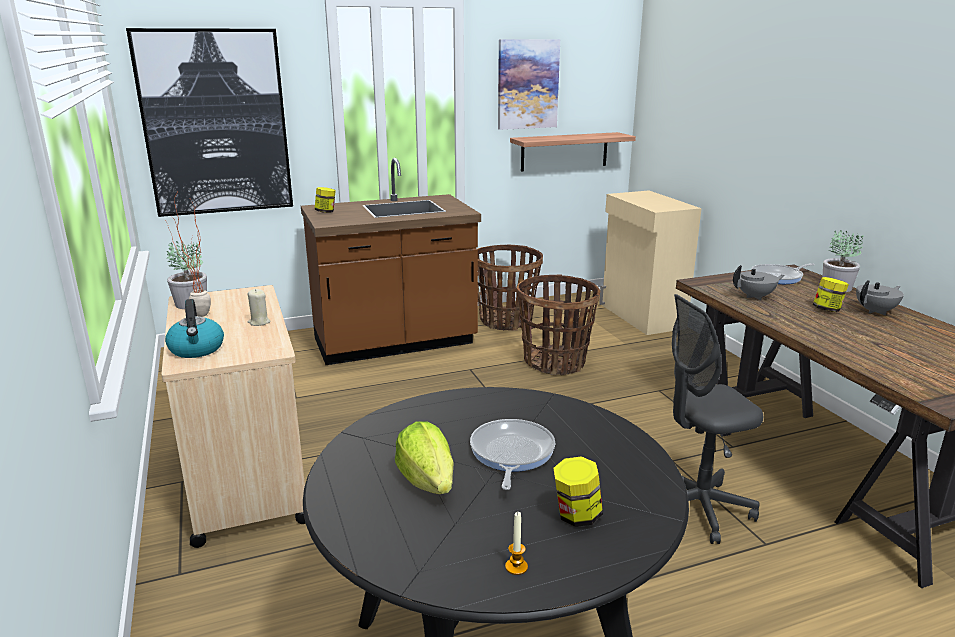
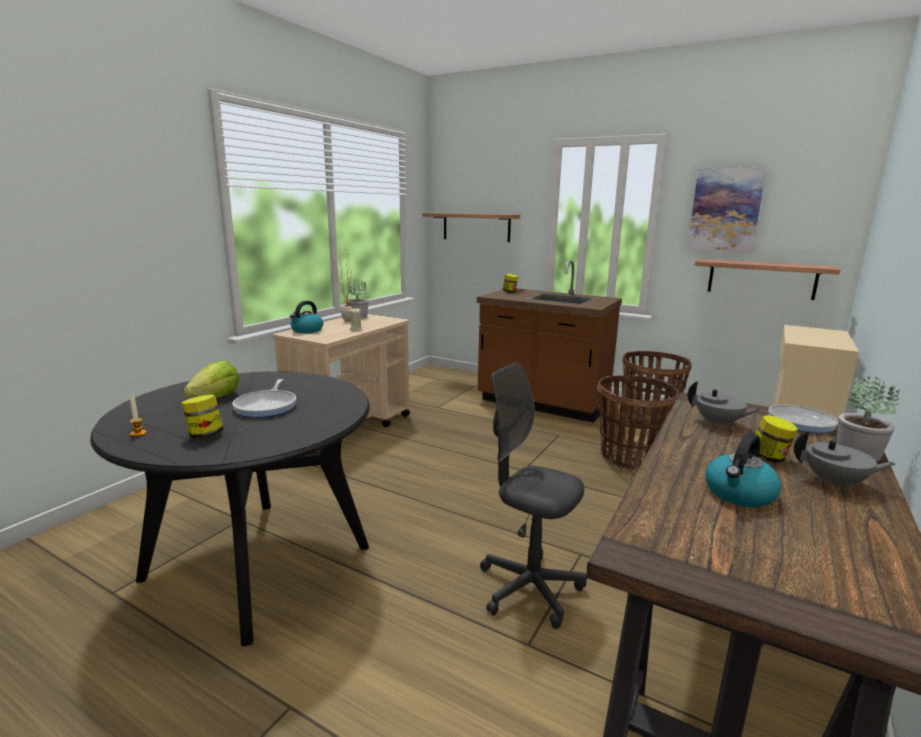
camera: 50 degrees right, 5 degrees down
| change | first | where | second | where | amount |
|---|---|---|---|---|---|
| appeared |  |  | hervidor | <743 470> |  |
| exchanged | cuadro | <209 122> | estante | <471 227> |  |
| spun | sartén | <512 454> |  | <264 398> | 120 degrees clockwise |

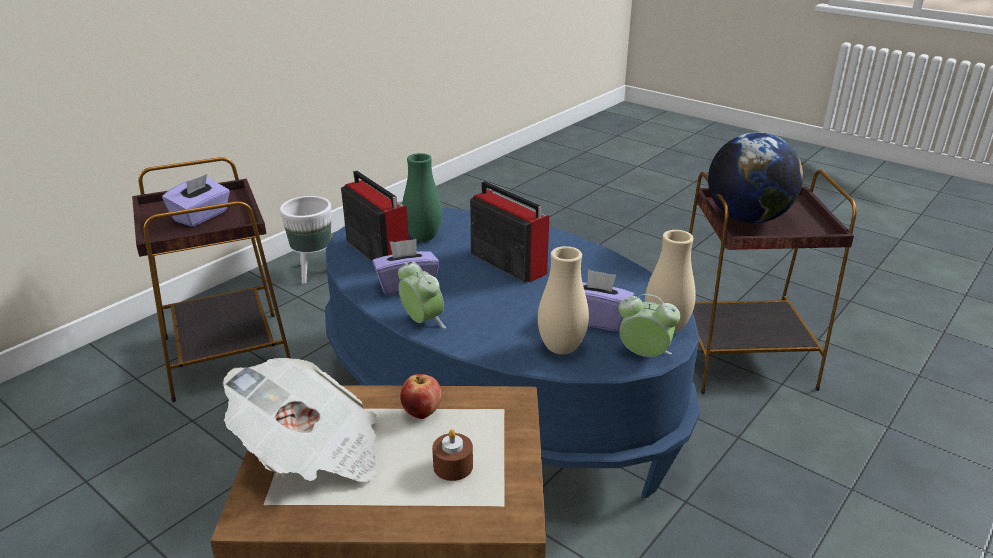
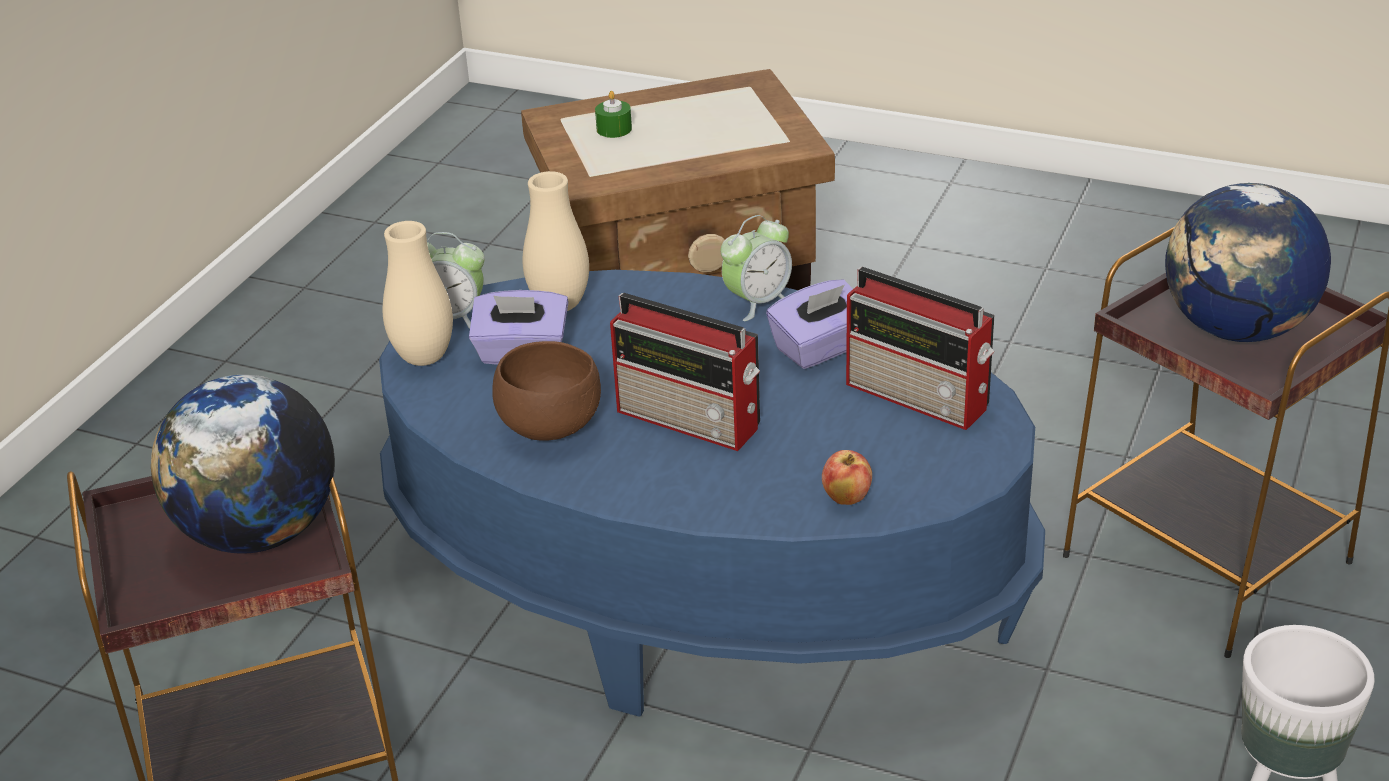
camera: 165 degrees right, 5 degrees up
| change | first | where | second | where | amount |
|---|---|---|---|---|---|
| missing | periódico | <300 420> |  |  |  |
| missing | florero (verde) | <422 197> |  |  |  |
| appeared |  |  | cuenco (marrón) | <546 391> |  |
| relocated | manzana | <420 396> |  | <847 477> |  |
| exchanged | caja de pañuelos (morado) | <196 200> | globo terráqueo | <1248 262> |  |
| colour | vela (marrón) | <452 455> | vela (verde) | <613 114> |  |
| spun | despertador | <422 295> |  | <756 268> | 75 degrees counterclockwise |

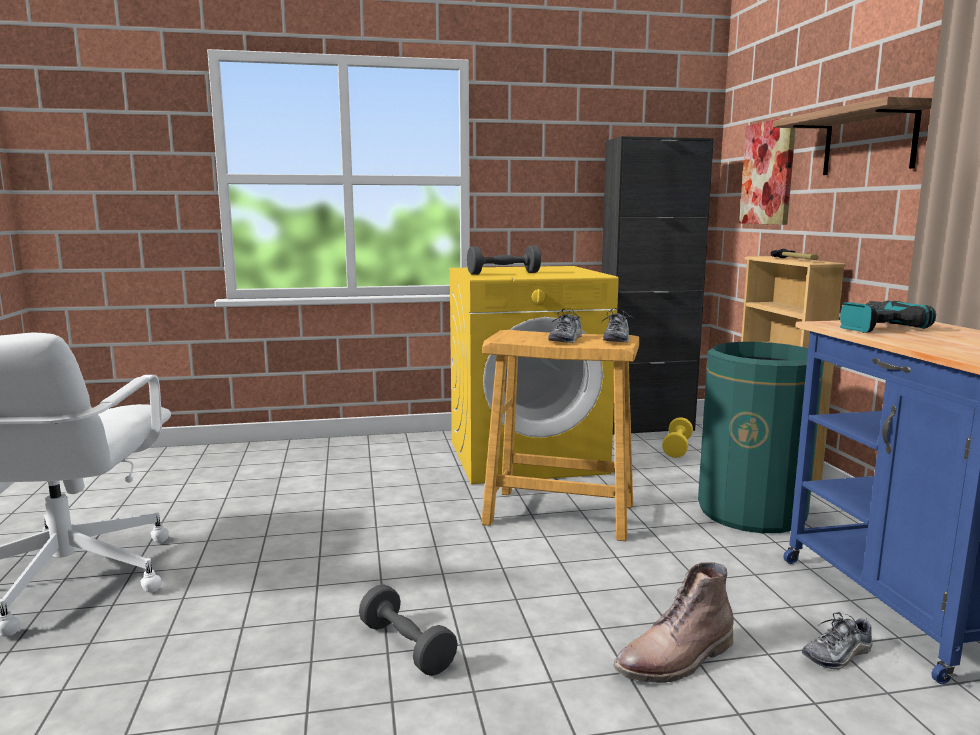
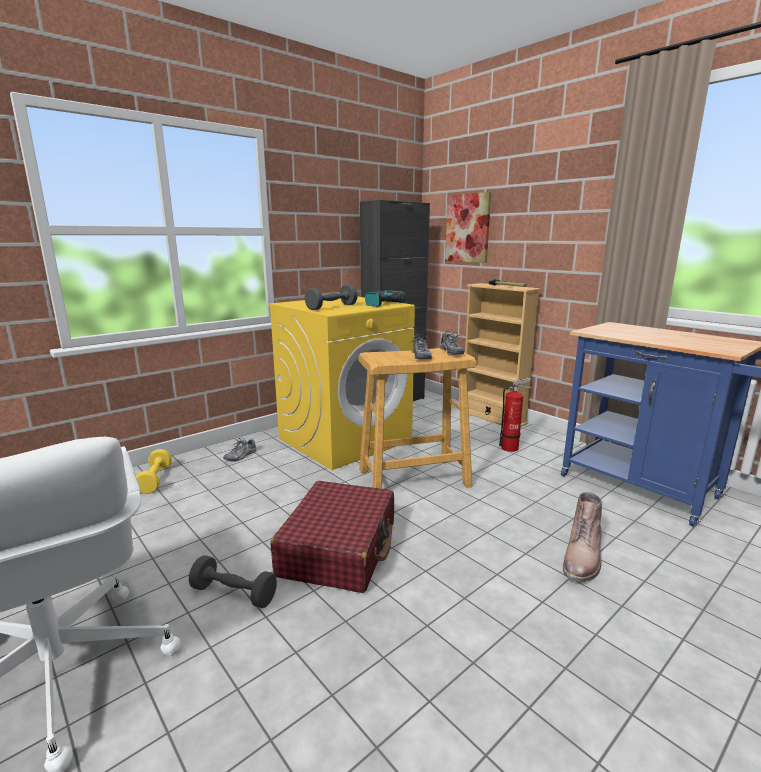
camera: 30 degrees left, 5 degrees up
| change | first | where | second | where | amount |
|---|---|---|---|---|---|
| missing | estante | <852 135> |  |  |  |
| appeared |  |  | maleta (rojo) | <332 537> |  |
| relocated | mancuerna (gris) | <408 630> |  | <233 582> |  |
| relocated | mancuerna (amarillo) | <677 437> |  | <154 471> |  |
| relocated | zapato | <837 641> |  | <239 450> |  |
| relocated | taladro | <888 317> |  | <385 298> |  |
| exchanged | papelera (verde) | <761 437> | extintor | <515 415> |  |

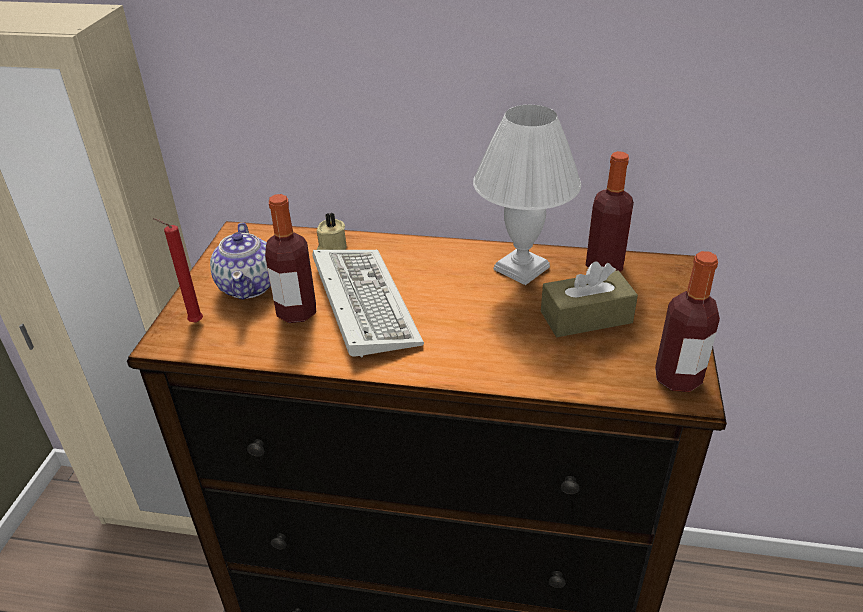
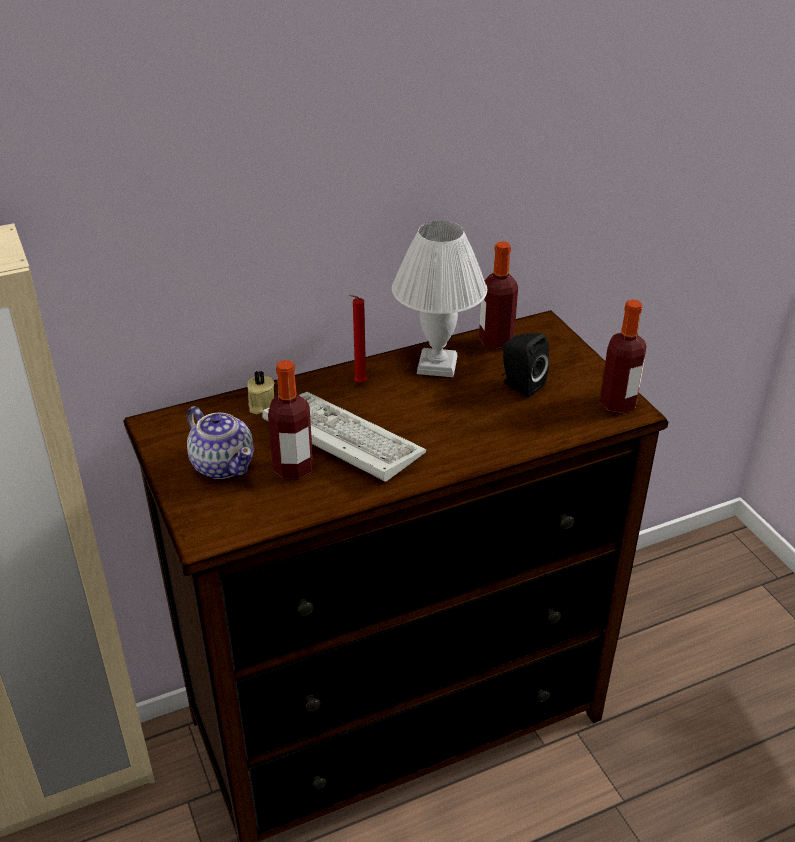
camera: 35 degrees left, 0 degrees up
| change | first | where | second | where | amount |
|---|---|---|---|---|---|
| relocated | vela (rojo) | <178 270> |  | <358 339> |  |
| exchanged | caja de pañuelos (marrón) | <589 299> | altavoz (negro) | <525 365> |  |

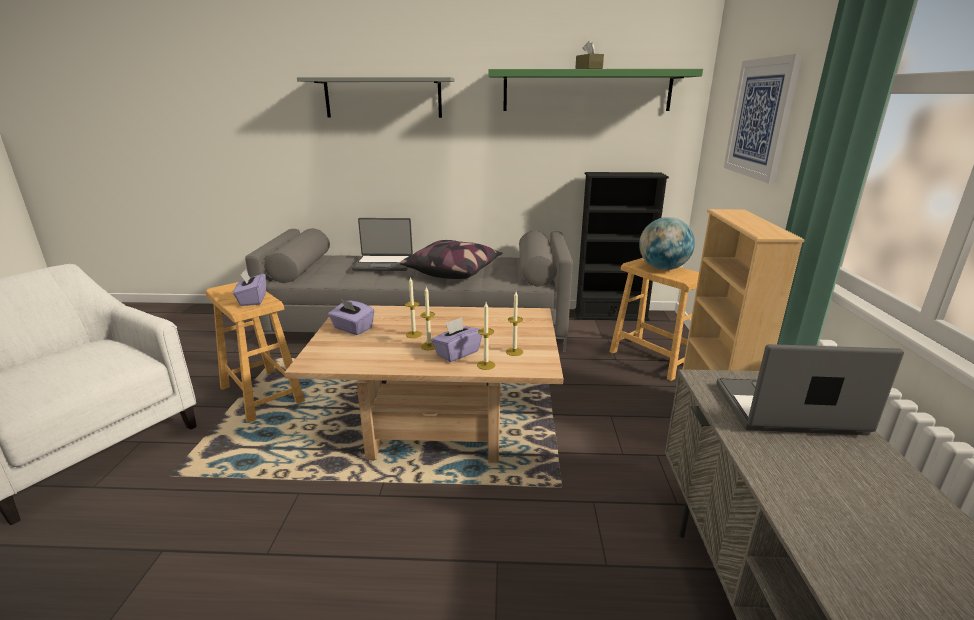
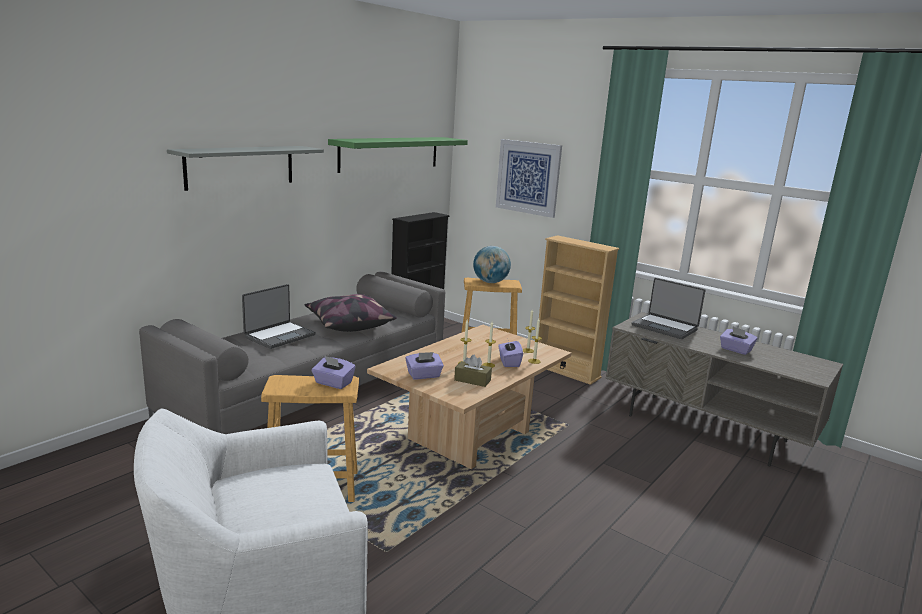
camera: 55 degrees left, 5 degrees down
| change | first | where | second | where | amount |
|---|---|---|---|---|---|
| appeared |  |  | caja de pañuelos (morado) | <739 341> |  |
| relocated | caja de pañuelos (marrón) | <589 55> |  | <473 371> |  |
| spun | portátil | <810 389> |  | <668 308> | 90 degrees counterclockwise |

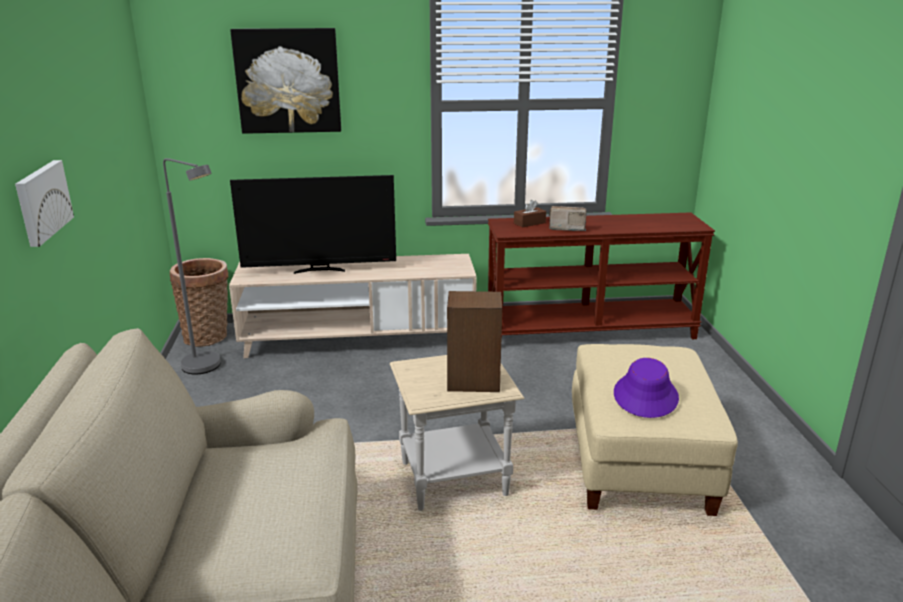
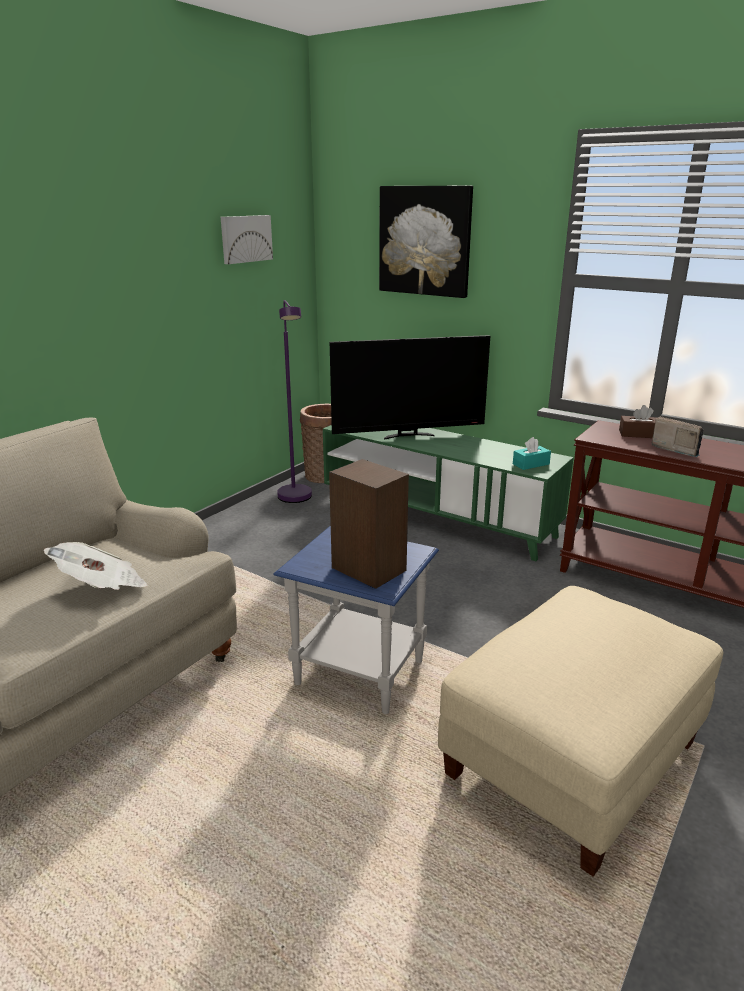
camera: 40 degrees right, 0 degrees up
| change | first | where | second | where | amount |
|---|---|---|---|---|---|
| missing | sombrero (morado) | <646 388> |  |  |  |
| appeared |  |  | periódico | <96 566> |  |
| appeared |  |  | caja de pañuelos (turquesa) | <532 453> |  |
| relocated | cuadro | <44 203> |  | <247 239> |  |
| colour | lámpara de pie (gris) | <192 266> | lámpara de pie (morado) | <294 401> |  |
| colour | mueble de televisión (beis) | <353 306> | mueble de televisión (verde) | <448 493> |  |
| colour | mesa auxiliar (beis) | <457 433> | mesa auxiliar (azul) | <356 619> |  |
| spun | televisor | <313 224> |  | <410 387> | 45 degrees counterclockwise |

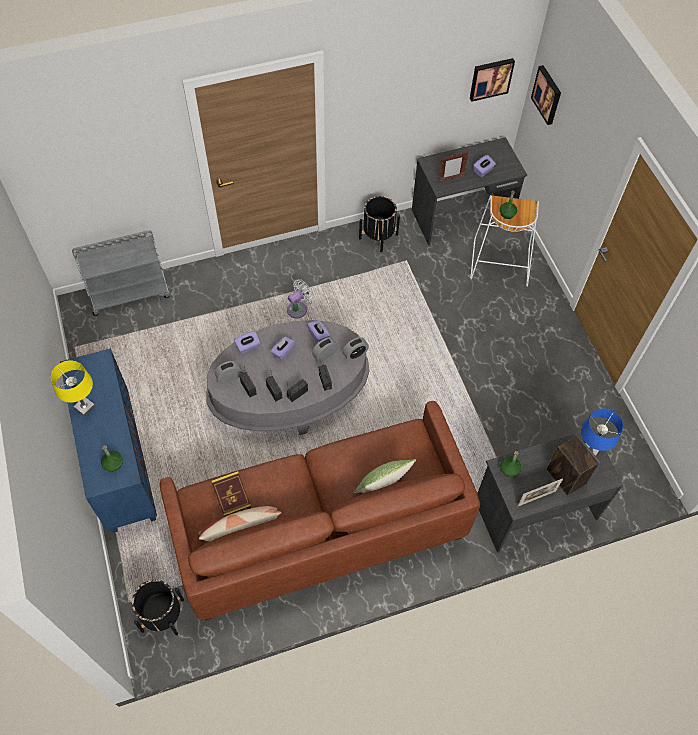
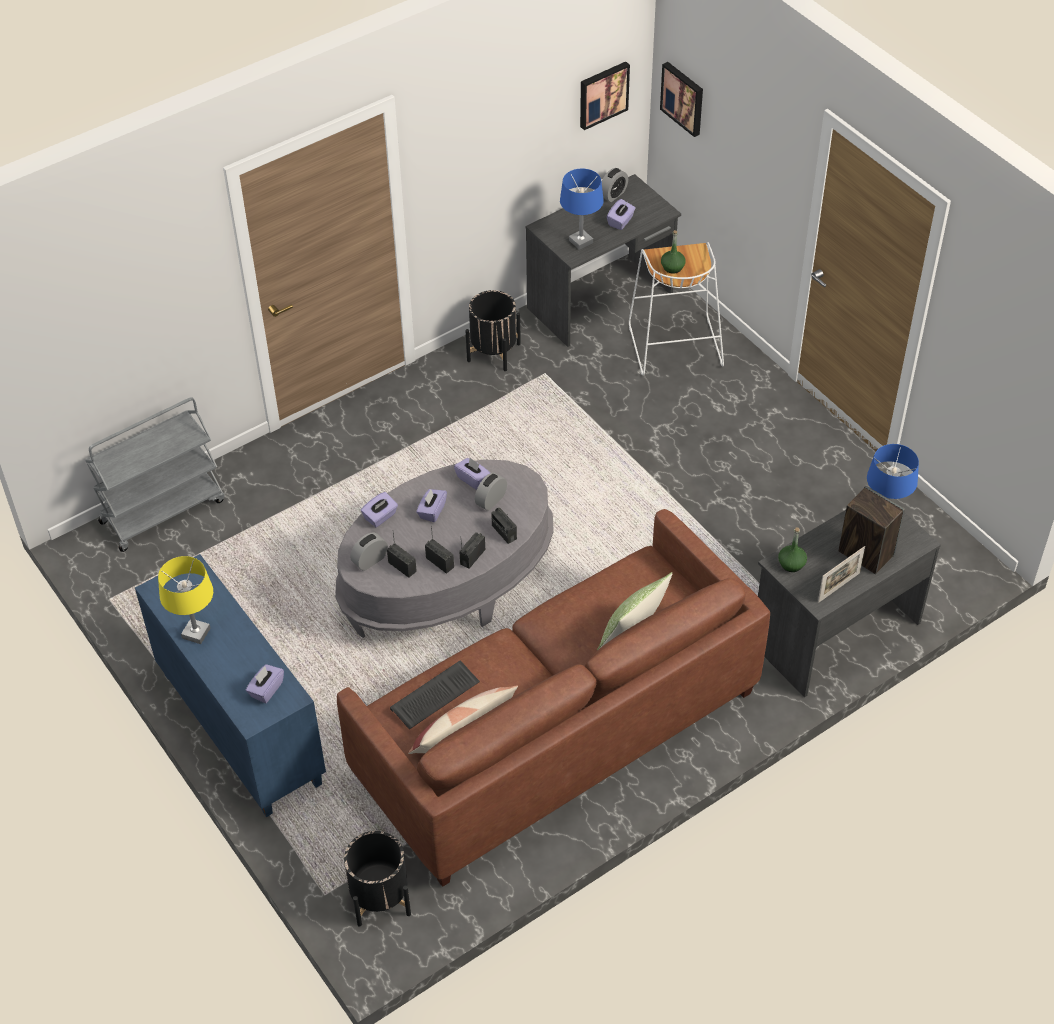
camera: 15 degrees left, 10 degrees down
| change | first | where | second | where | amount |
|---|---|---|---|---|---|
| missing | ventilador (blanco) | <300 299> |  |  |  |
| relocated | despertador | <355 349> |  | <614 185> |  |
| exchanged | botella (verde) | <112 458> | caja de pañuelos (morado) | <265 683> |  |
| exchanged | libro | <231 494> | teclado | <435 694> |  |
| exchanged | portarretratos | <453 166> | lámpara de mesa (azul) | <582 209> |  |

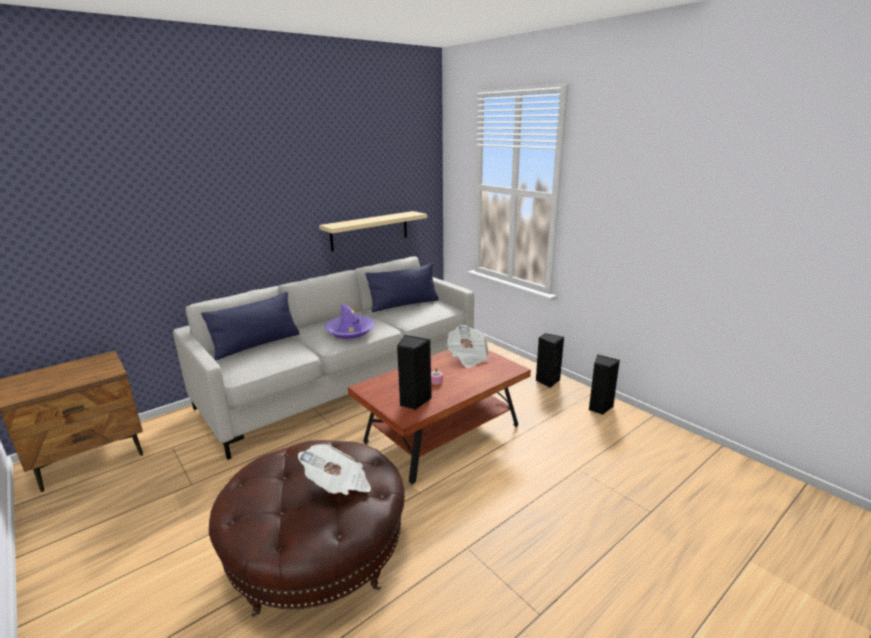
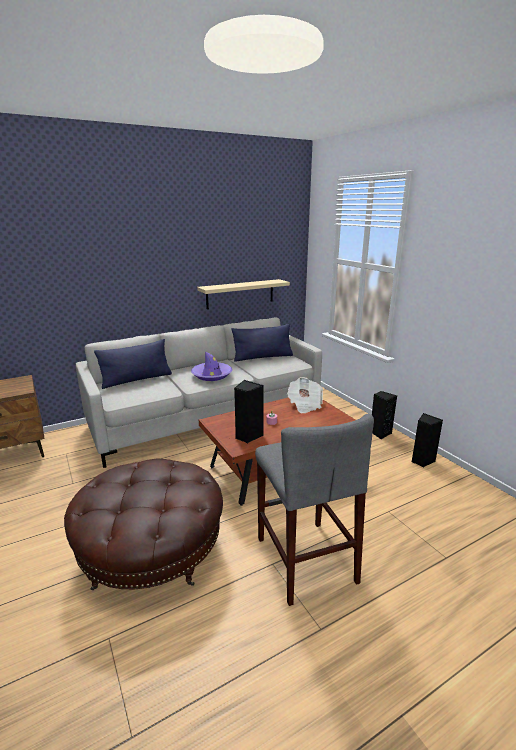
camera: 10 degrees right, 0 degrees up
| change | first | where | second | where | amount |
|---|---|---|---|---|---|
| missing | periódico | <335 469> |  |  |  |
| appeared |  |  | taburete (gris) | <314 510> |  |

